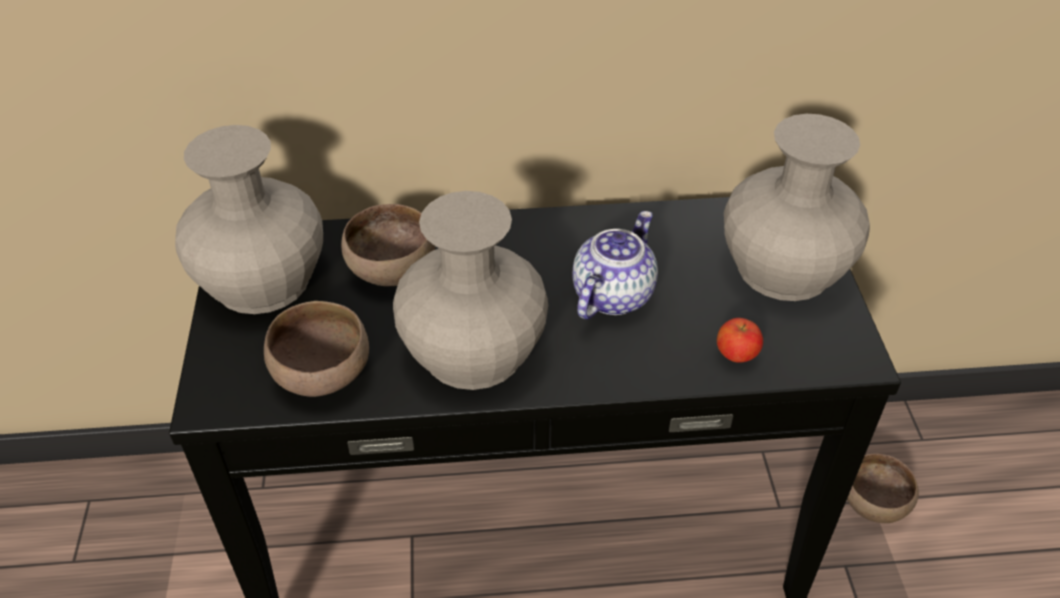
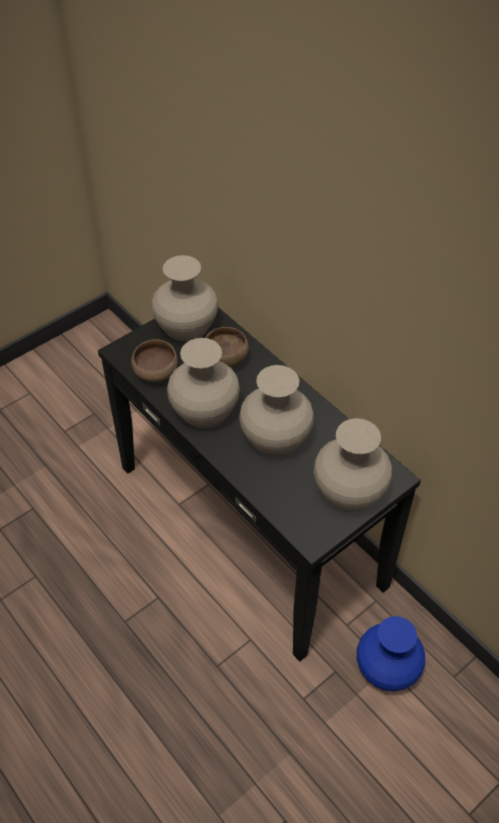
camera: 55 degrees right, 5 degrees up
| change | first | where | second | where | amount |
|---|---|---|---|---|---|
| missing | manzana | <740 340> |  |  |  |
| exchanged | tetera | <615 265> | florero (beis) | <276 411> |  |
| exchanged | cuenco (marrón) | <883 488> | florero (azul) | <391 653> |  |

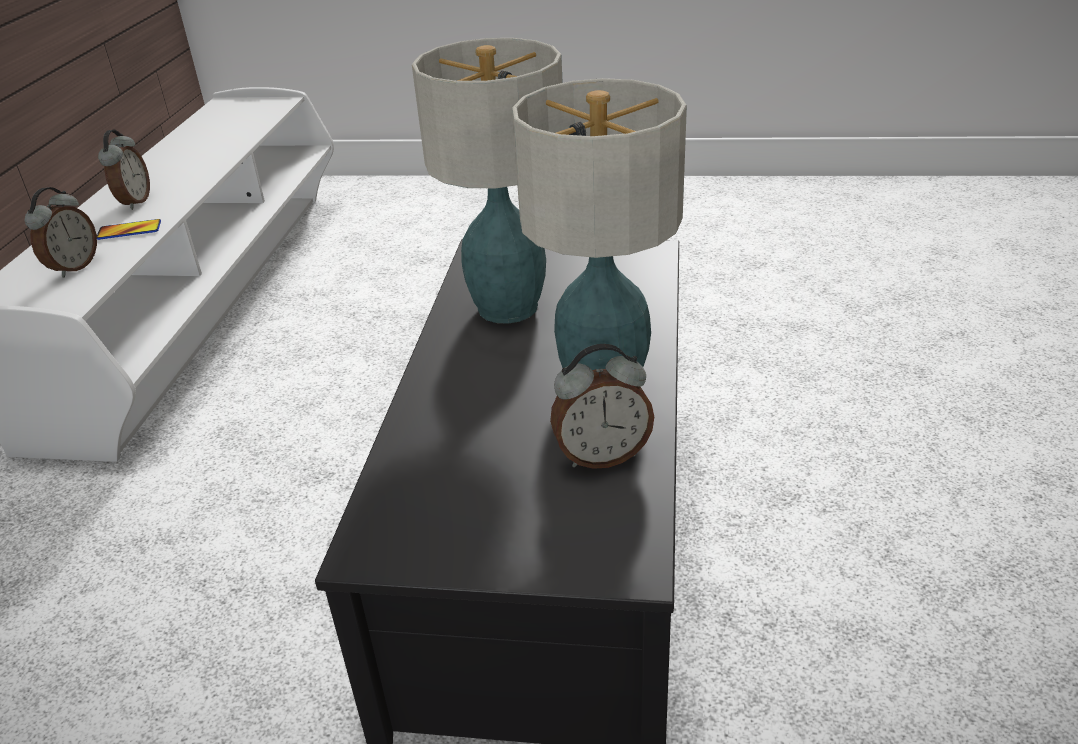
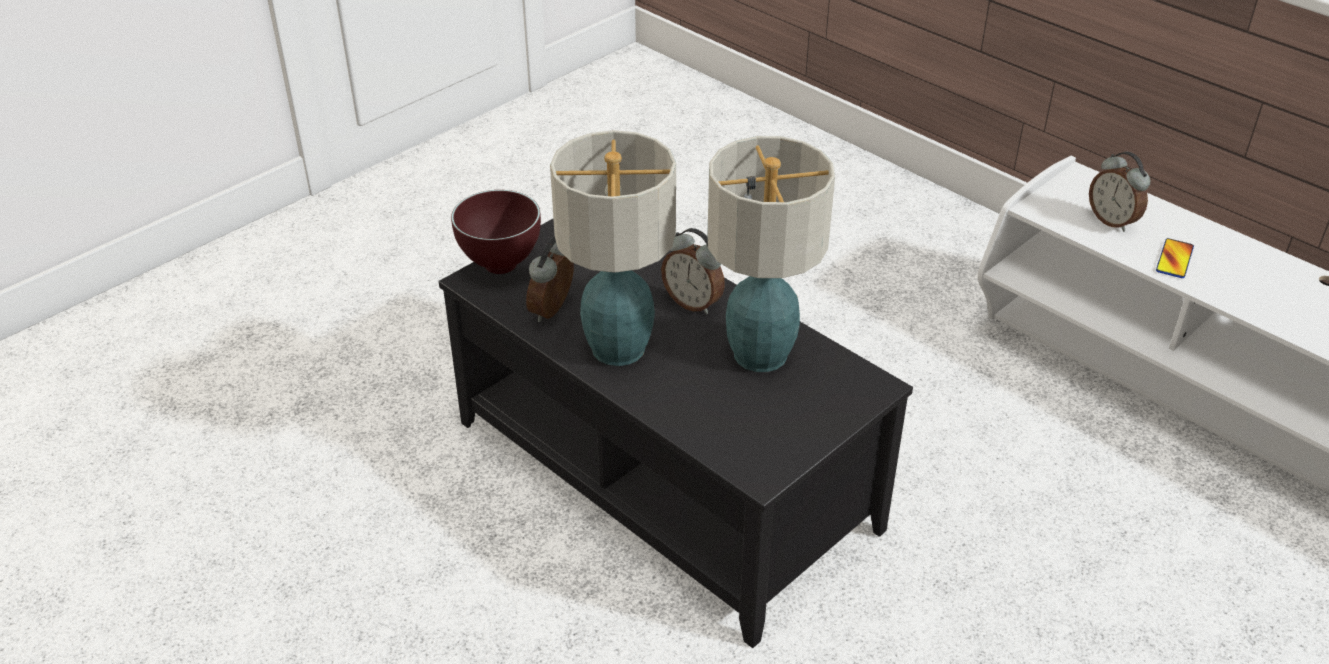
camera: 125 degrees right, 5 degrees up
| change | first | where | second | where | amount |
|---|---|---|---|---|---|
| appeared |  |  | cuenco (marrón) | <496 232> |  |
| relocated | despertador | <124 169> |  | <693 271> |  |

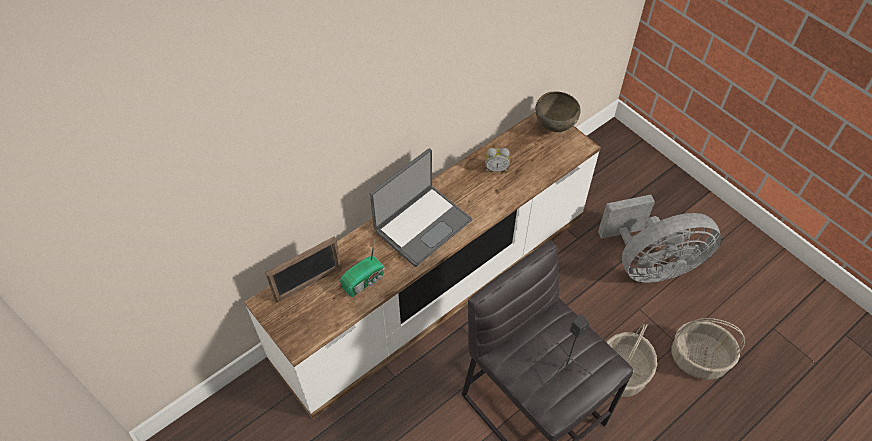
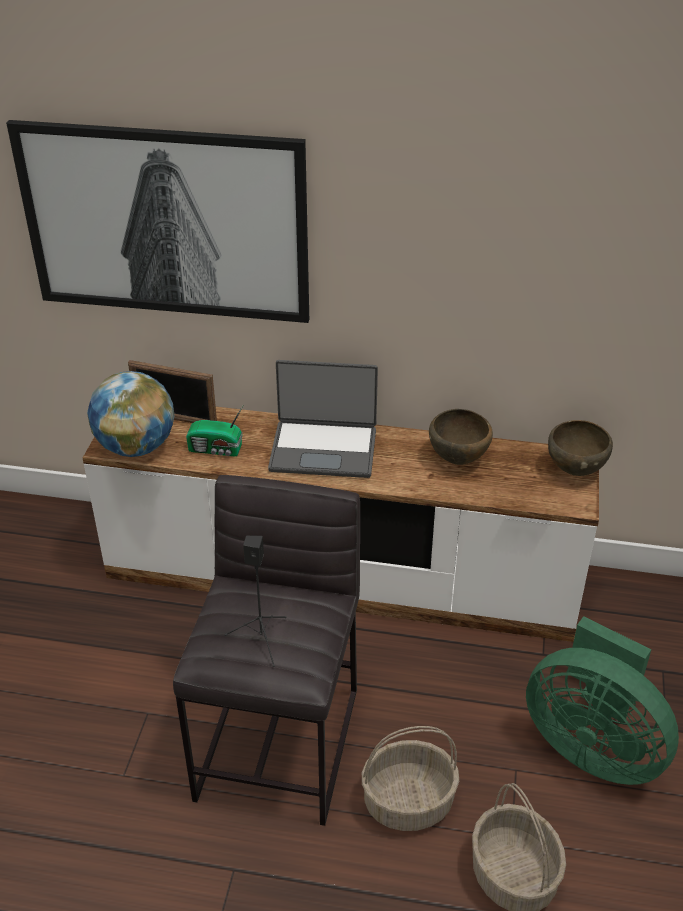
camera: 50 degrees right, 15 degrees down
| change | first | where | second | where | amount |
|---|---|---|---|---|---|
| appeared |  |  | cuadro | <157 221> |  |
| appeared |  |  | globo terráqueo | <131 414> |  |
| exchanged | despertador | <497 160> | cuenco (marrón) | <461 437> |  |
| colour | ventilador (gris) | <659 239> | ventilador (verde) | <602 700> |  |

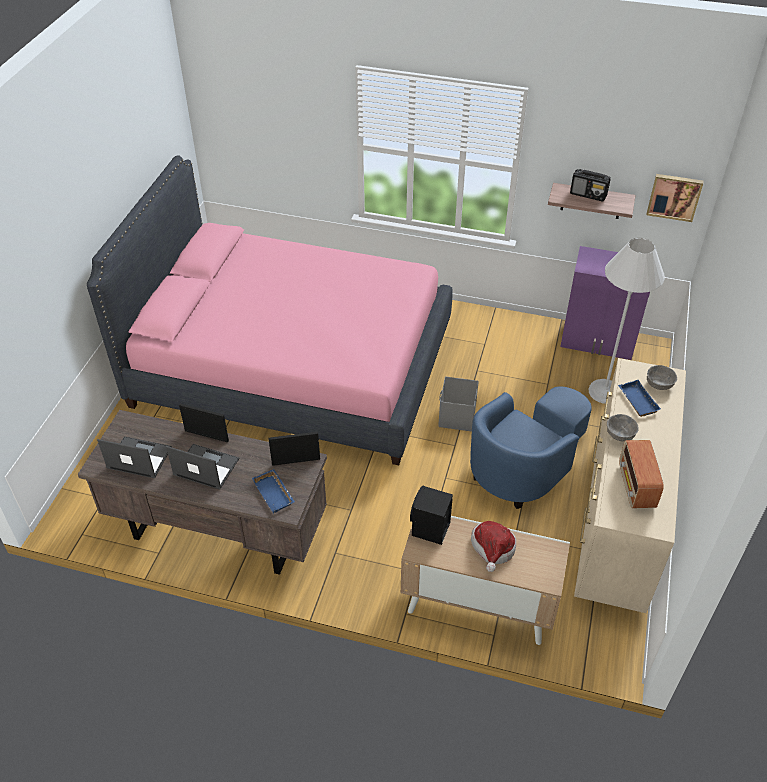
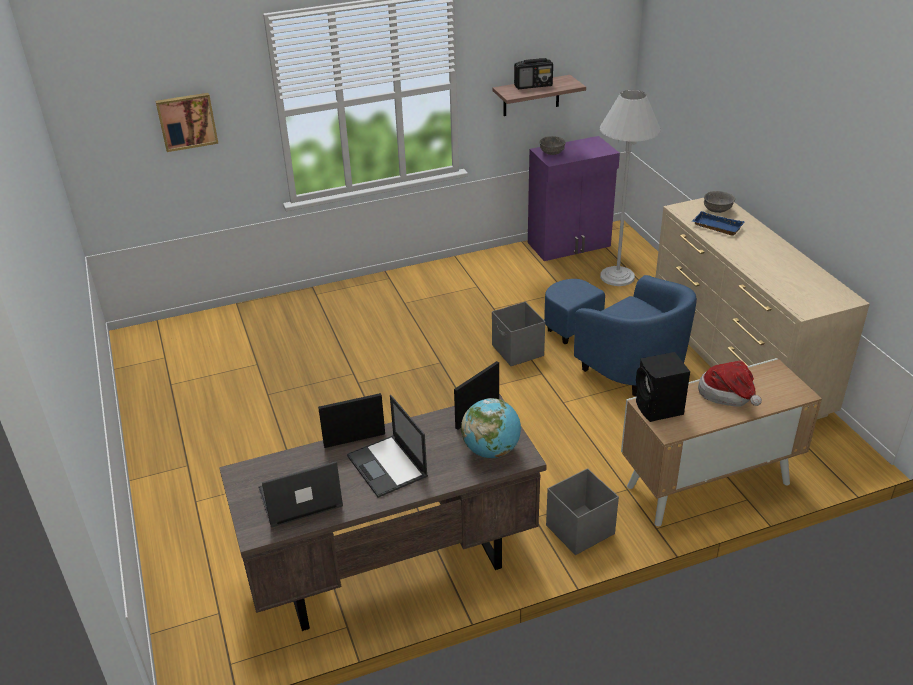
camera: 35 degrees left, 10 degrees down
| change | first | where | second | where | amount |
|---|---|---|---|---|---|
| missing | cama (rosa) | <270 310> |  |  |  |
| missing | radio | <641 474> |  |  |  |
| appeared |  |  | caja de almacenaje (gris) | <582 511> |  |
| relocated | cuenco (gris) | <623 428> |  | <552 145> |  |
| relocated | cuadro | <675 198> |  | <187 122> |  |
| exchanged | bandeja (azul) | <273 491> | globo terráqueo | <491 428> |  |
| spun | portátil | <202 467> |  | <387 446> | 105 degrees counterclockwise |
| spun | sillón (azul) | <531 448> |  | <620 335> | 45 degrees counterclockwise |

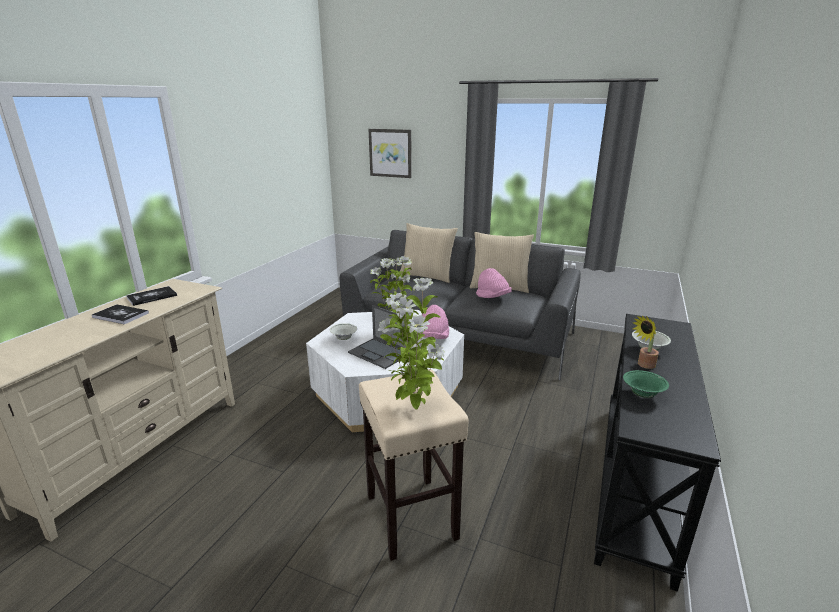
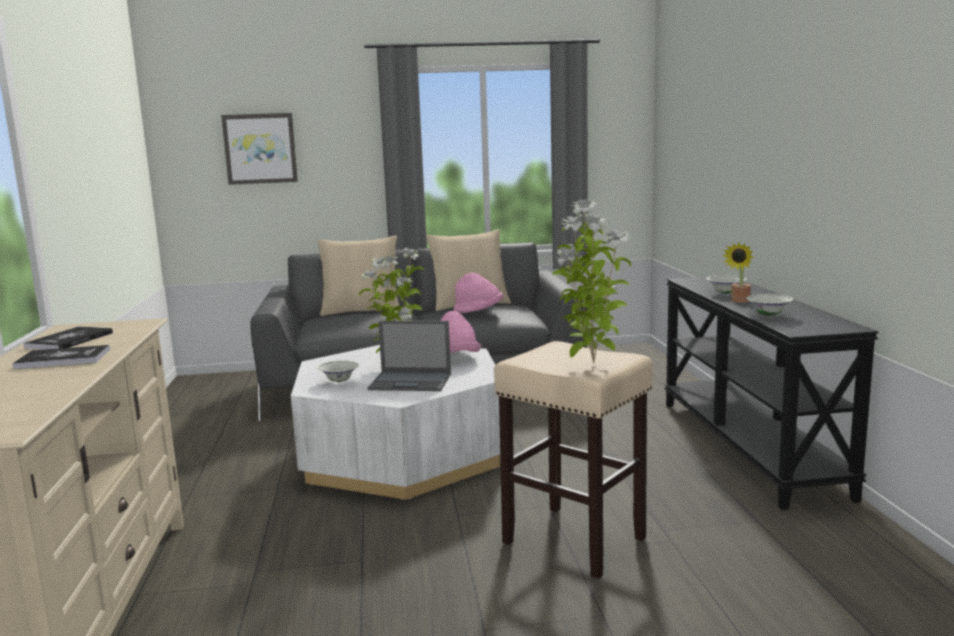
camera: 30 degrees left, 10 degrees down
| change | first | where | second | where | amount |
|---|---|---|---|---|---|
| colour | cuenco (verde) | <646 384> | cuenco (blanco) | <769 305> |  |

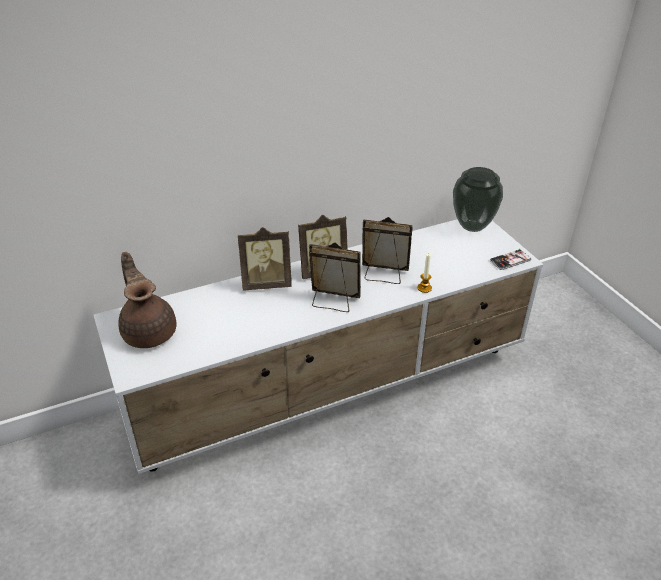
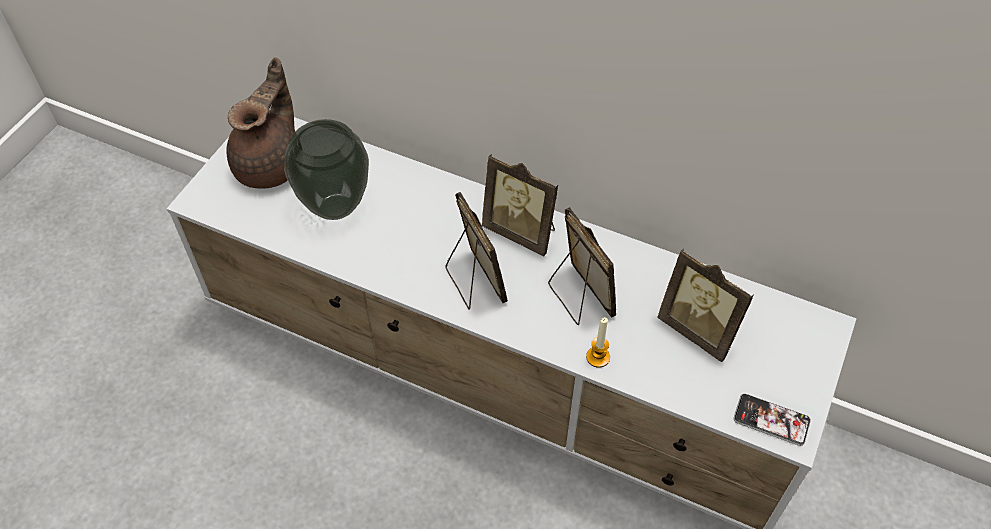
camera: 50 degrees right, 15 degrees up
| change | first | where | second | where | amount |
|---|---|---|---|---|---|
| relocated | portarretratos | <265 259> |  | <705 305> |  |
| relocated | florero | <478 199> |  | <326 169> |  |

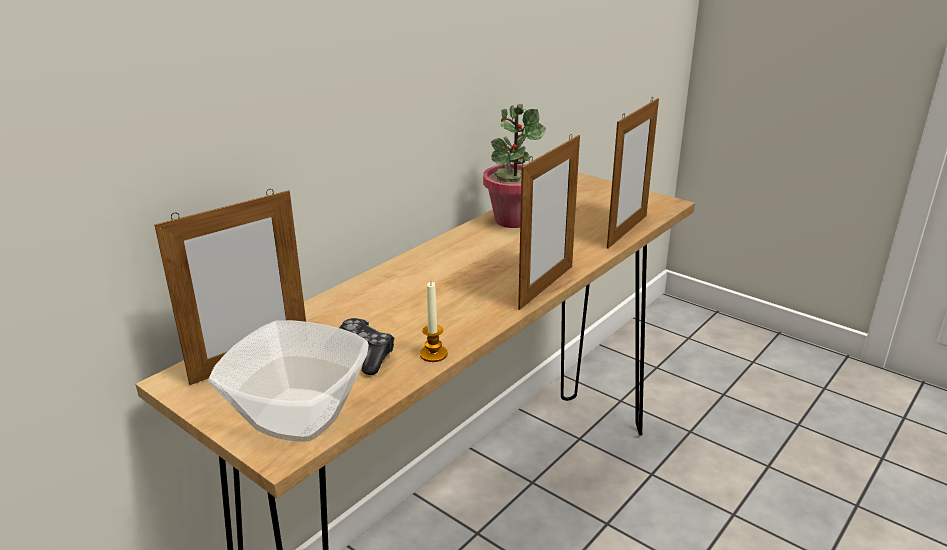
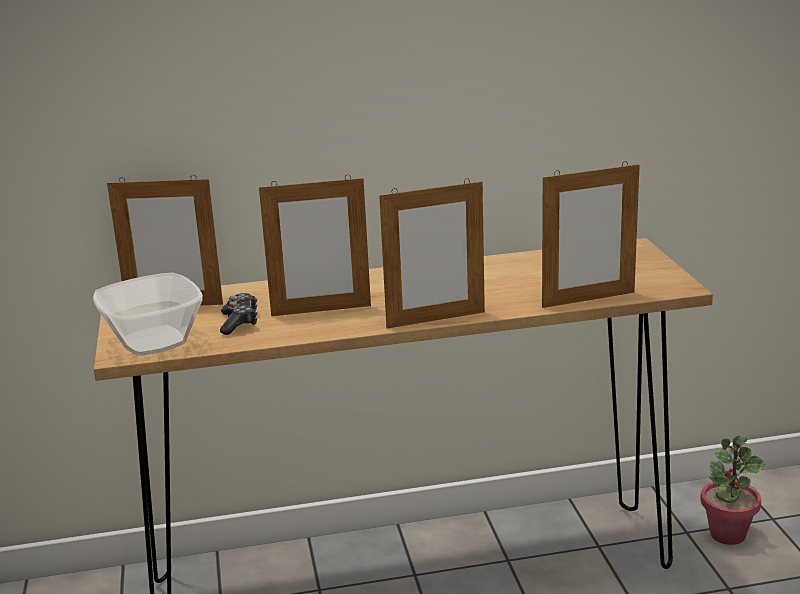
camera: 40 degrees right, 5 degrees down
| change | first | where | second | where | amount |
|---|---|---|---|---|---|
| missing | vela | <434 322> |  |  |  |
| appeared |  |  | portarretratos | <315 245> |  |
| relocated | planta en maceta | <514 166> |  | <732 490> |  |

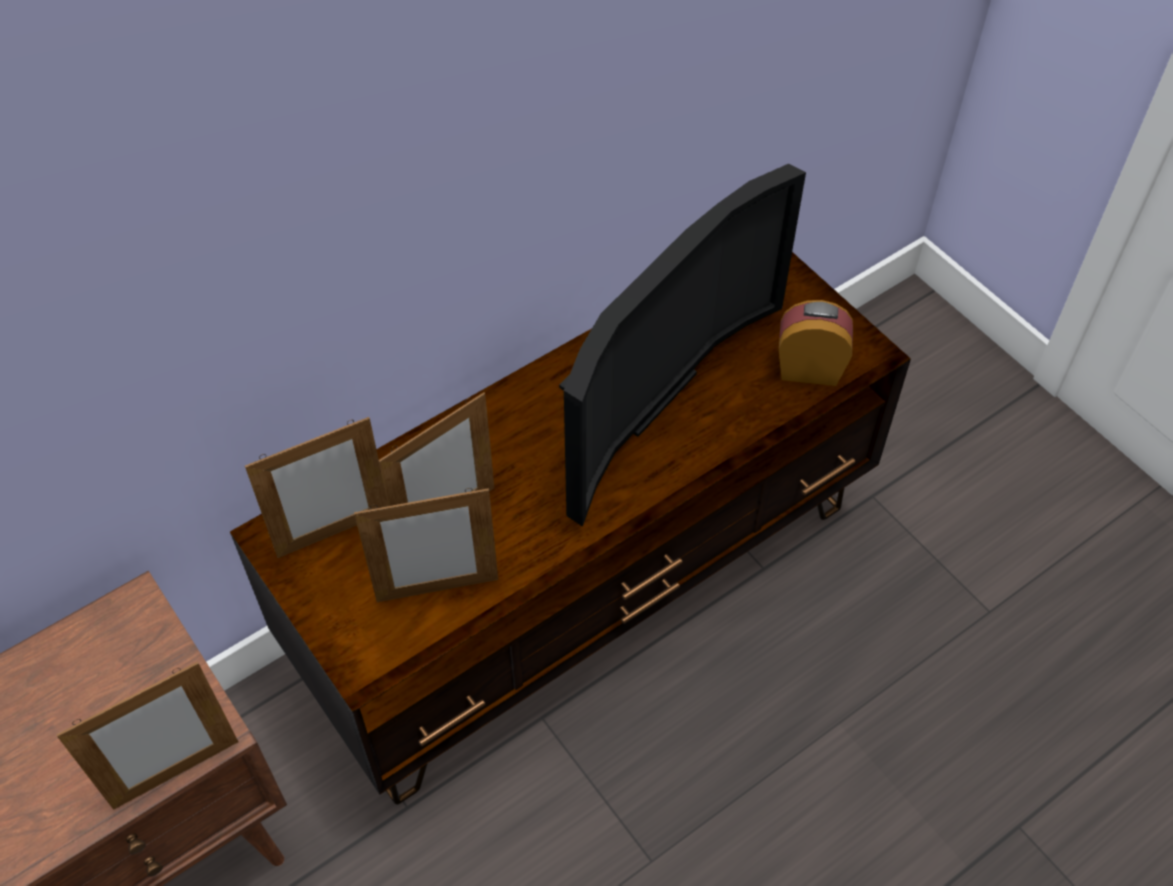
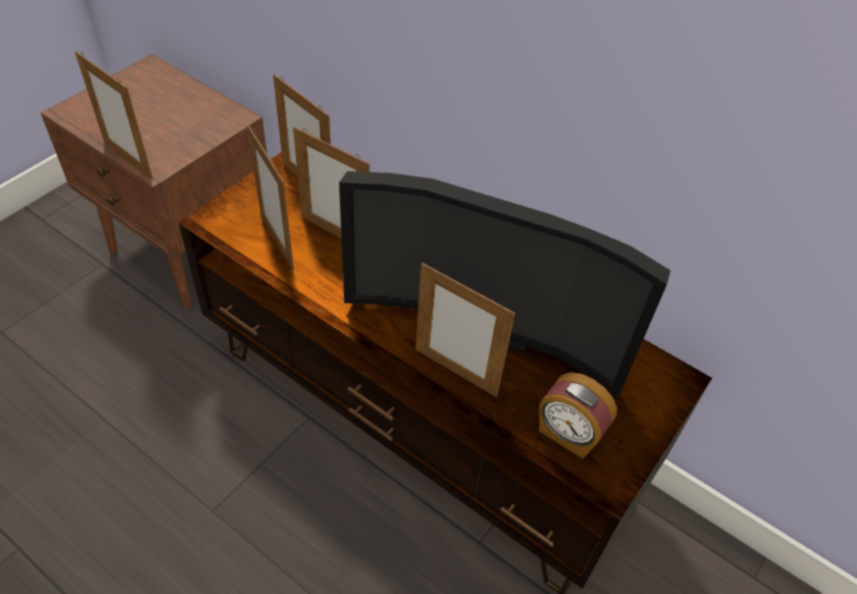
camera: 70 degrees right, 5 degrees down
| change | first | where | second | where | amount |
|---|---|---|---|---|---|
| appeared |  |  | portarretratos | <465 330> |  |
| spun | despertador | <816 343> |  | <578 415> | 135 degrees clockwise |

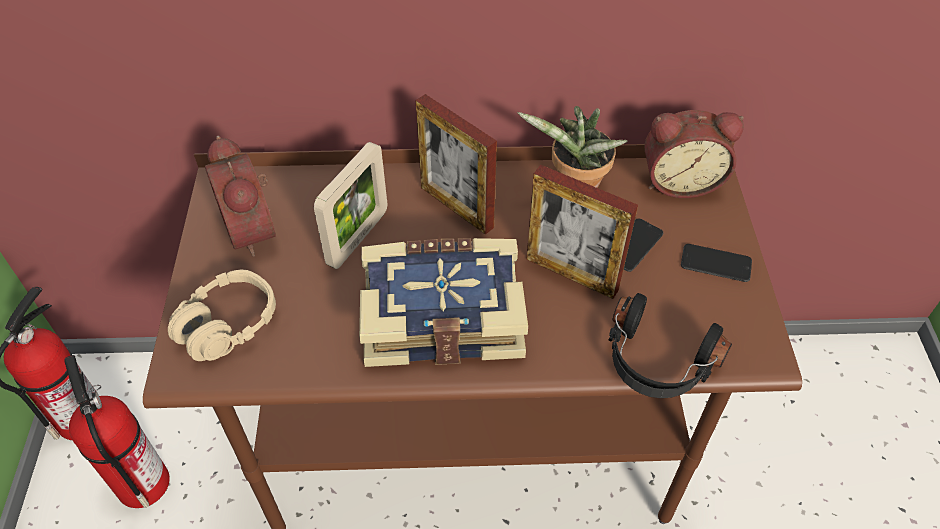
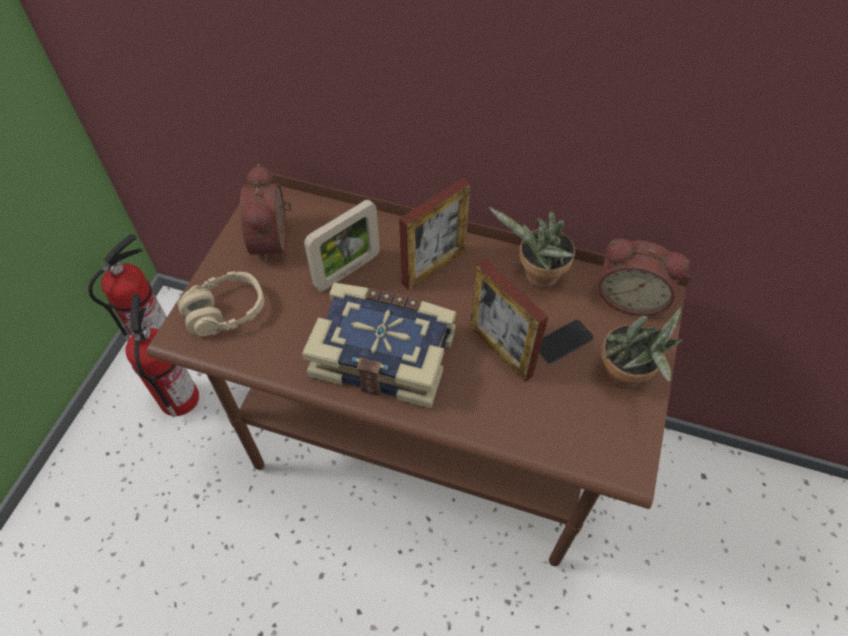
camera: 20 degrees right, 5 degrees up
| change | first | where | second | where | amount |
|---|---|---|---|---|---|
| missing | auriculares (negro) | <670 345> |  |  |  |
| exchanged | móvil | <716 263> | planta en maceta | <642 348> |  |
| spun | portarretratos | <456 164> |  | <435 234> | 105 degrees counterclockwise |

